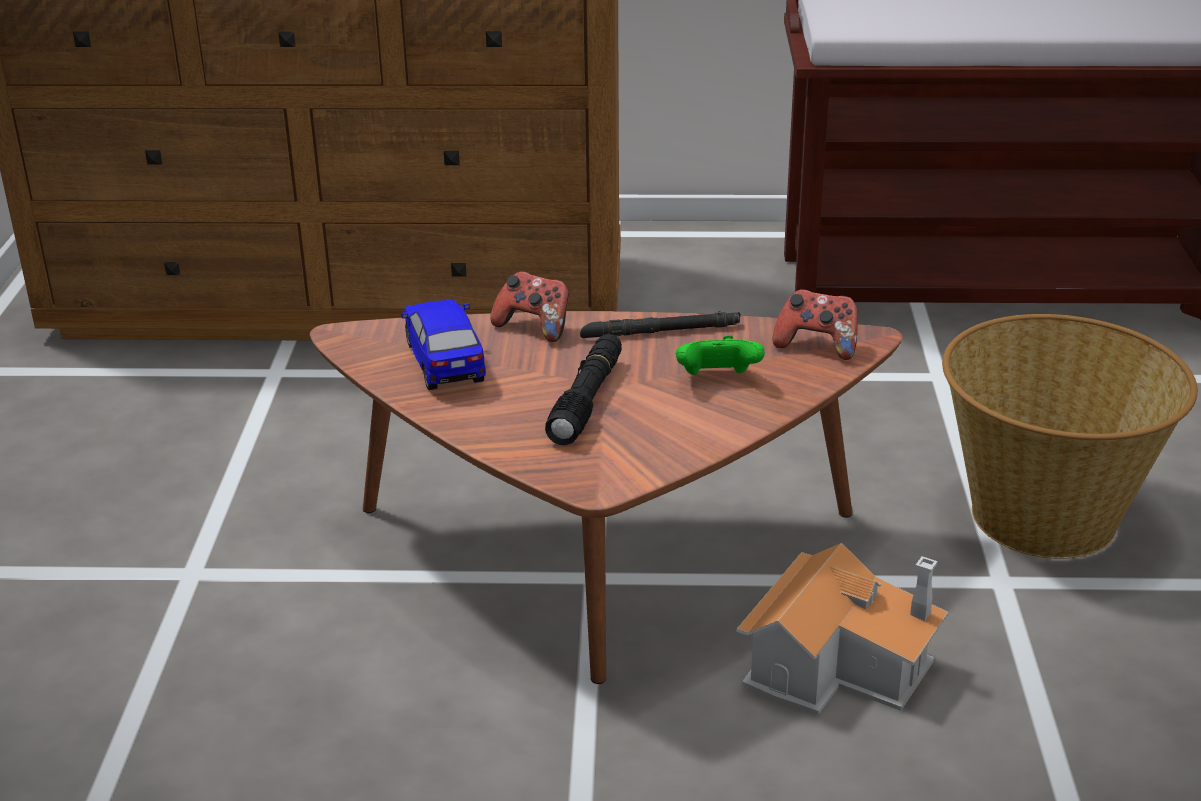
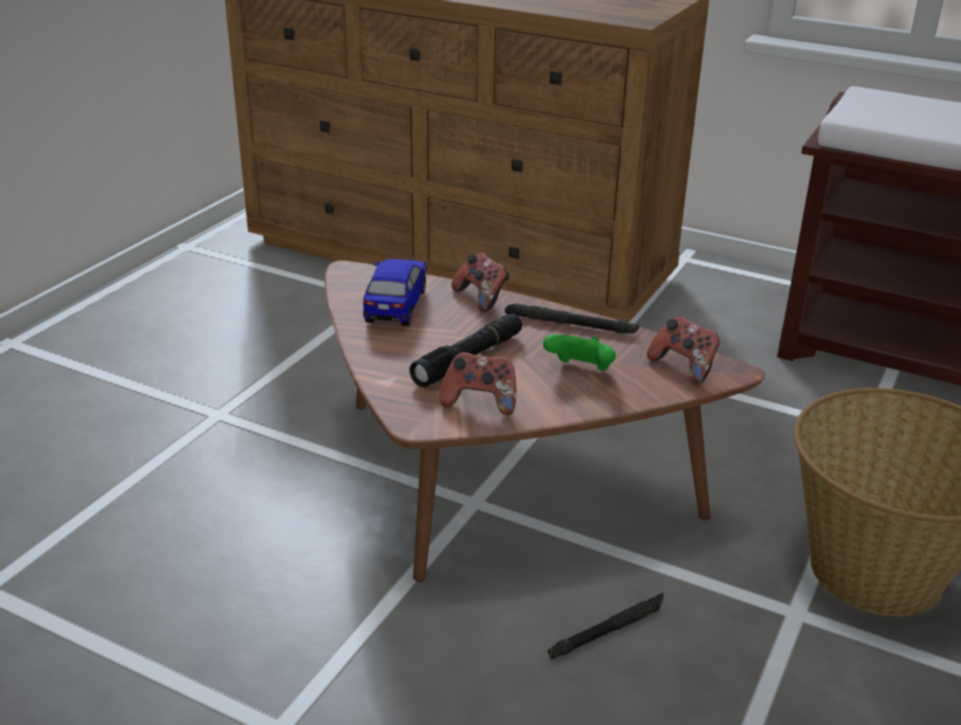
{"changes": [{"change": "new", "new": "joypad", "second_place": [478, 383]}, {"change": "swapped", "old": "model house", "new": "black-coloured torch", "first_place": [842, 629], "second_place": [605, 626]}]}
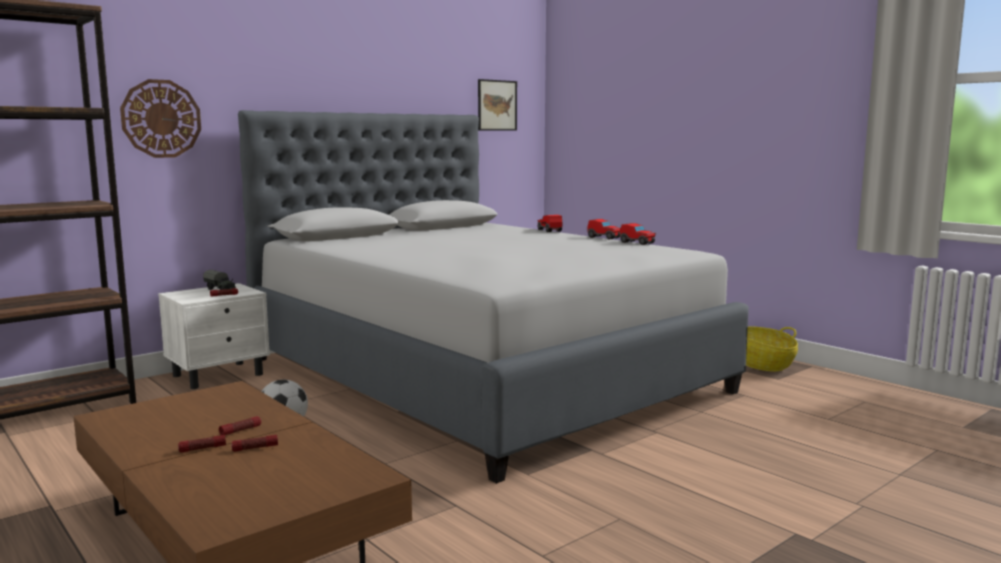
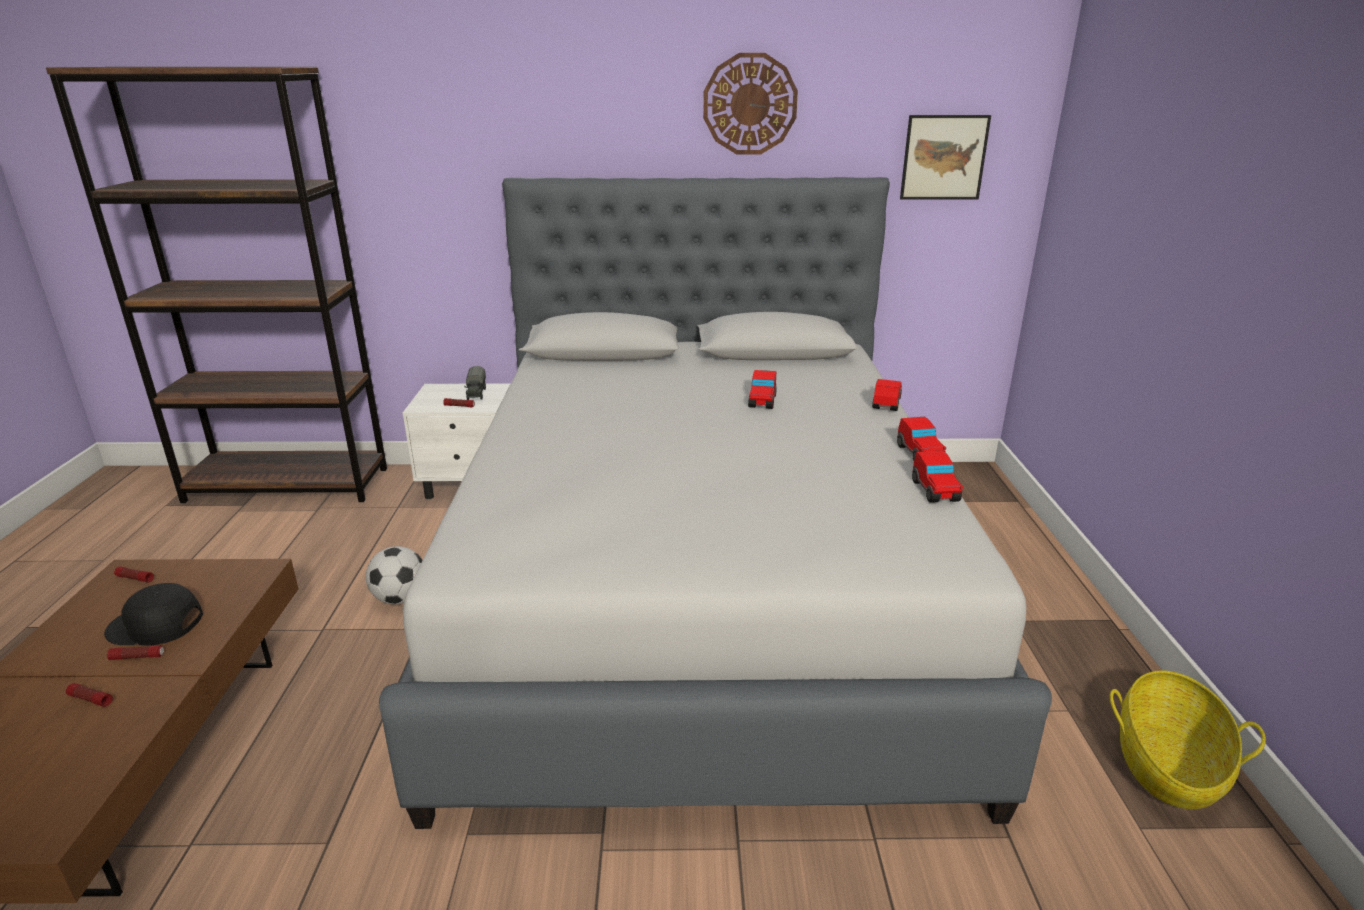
{"changes": [{"change": "new", "new": "black-coloured baseball cap", "second_place": [153, 614]}, {"change": "shifted", "old": "torch", "first_place": [202, 444], "second_place": [134, 574]}, {"change": "shifted", "old": "clock on the wall", "first_place": [160, 118], "second_place": [750, 104]}, {"change": "new", "new": "toy car", "second_place": [762, 389]}]}
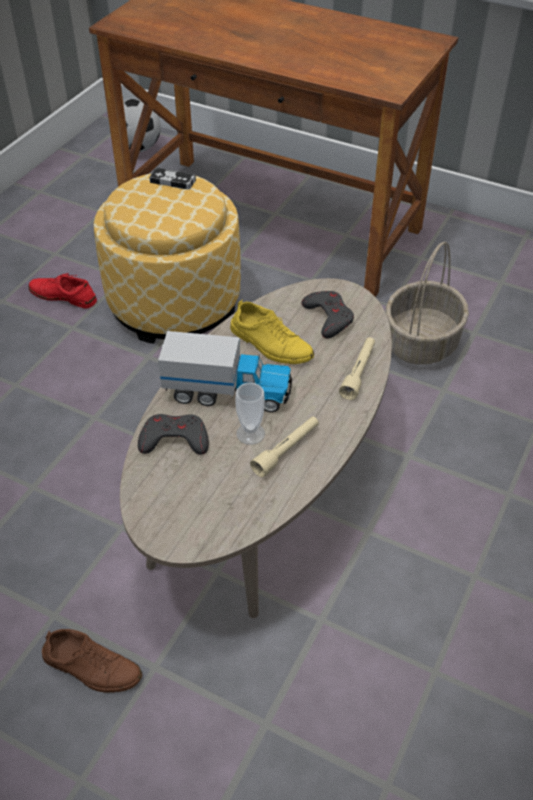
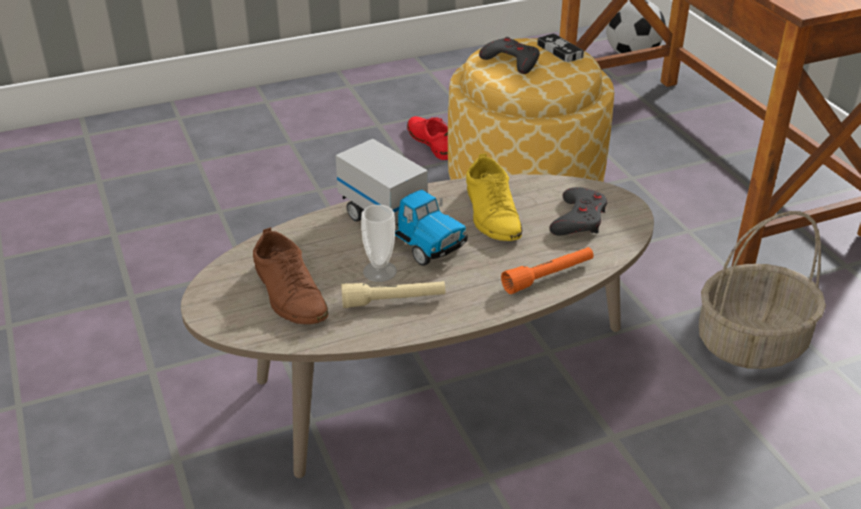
{"changes": [{"change": "shifted", "old": "brown low shoe", "first_place": [92, 661], "second_place": [290, 275]}, {"change": "shifted", "old": "grey joypad", "first_place": [173, 434], "second_place": [509, 55]}, {"change": "repainted", "old": "sand-coloured torch", "new": "orange torch", "first_place": [357, 368], "second_place": [547, 270]}]}
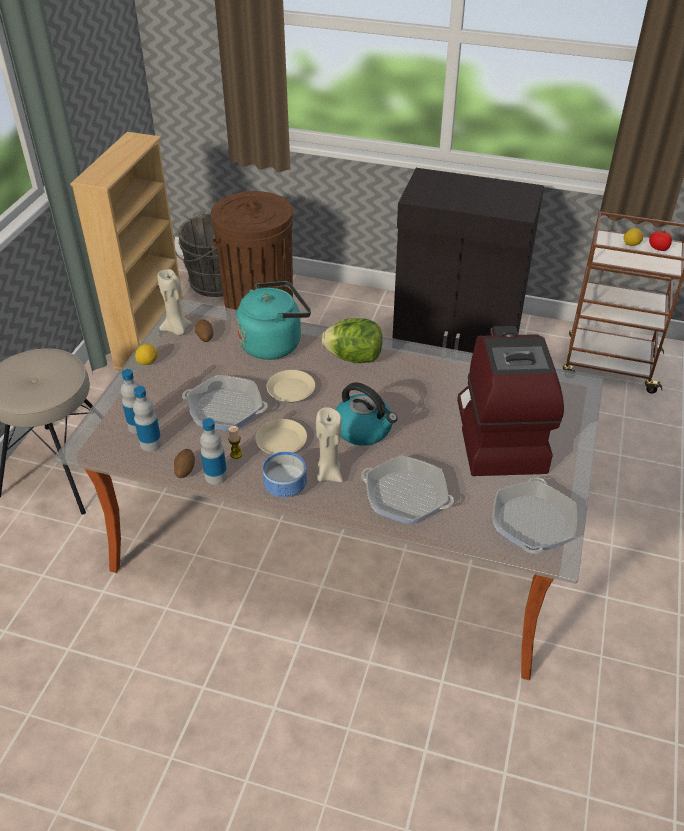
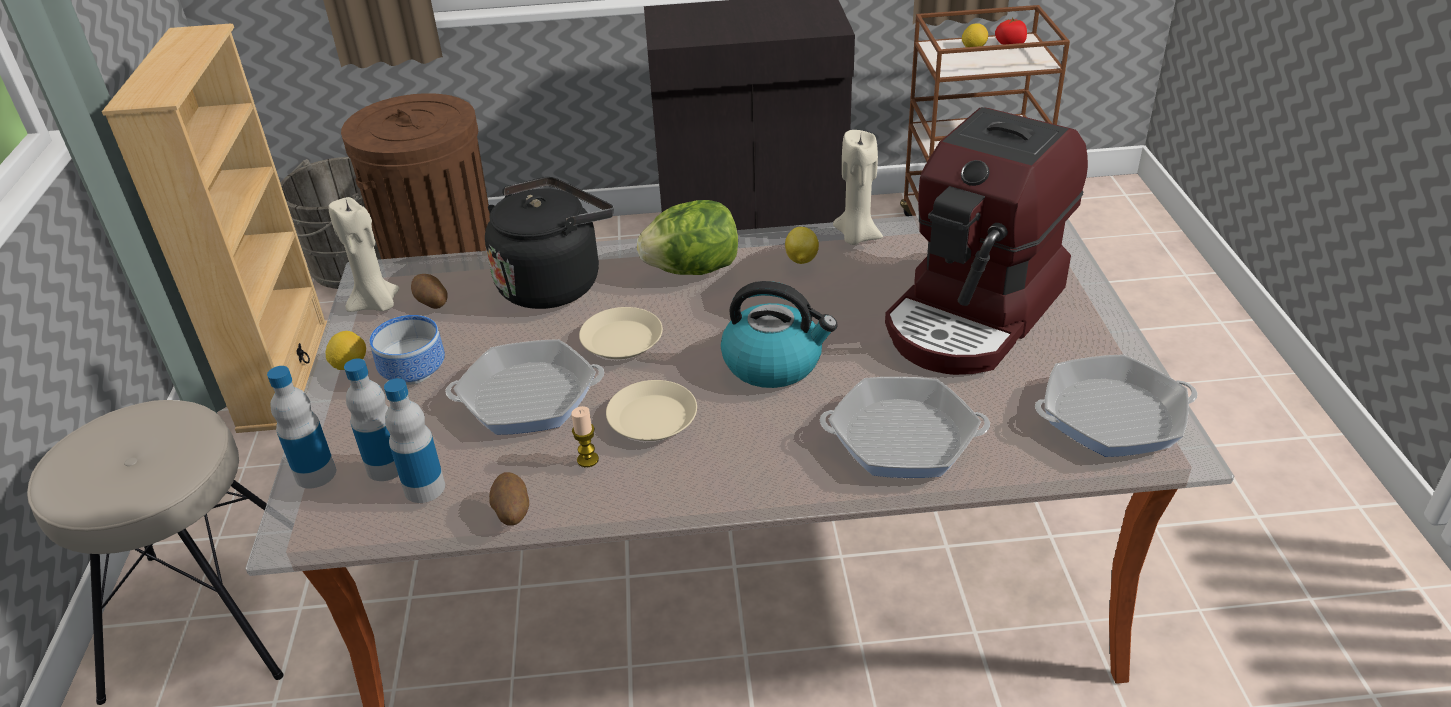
{"changes": [{"change": "shifted", "old": "bottle", "first_place": [213, 451], "second_place": [301, 427]}, {"change": "shifted", "old": "serving bowl", "first_place": [285, 474], "second_place": [407, 349]}, {"change": "repainted", "old": "turquoise-coloured water kettle", "new": "black-coloured water kettle", "first_place": [273, 320], "second_place": [549, 243]}, {"change": "new", "new": "whole lemon", "second_place": [802, 245]}, {"change": "shifted", "old": "sand-coloured wax candle", "first_place": [329, 444], "second_place": [858, 187]}, {"change": "rotated", "old": "coffee maker", "first_place": [510, 401], "second_place": [986, 241], "degrees": -120}, {"change": "rotated", "old": "frying pan", "first_place": [535, 515], "second_place": [1116, 405], "degrees": -90}]}
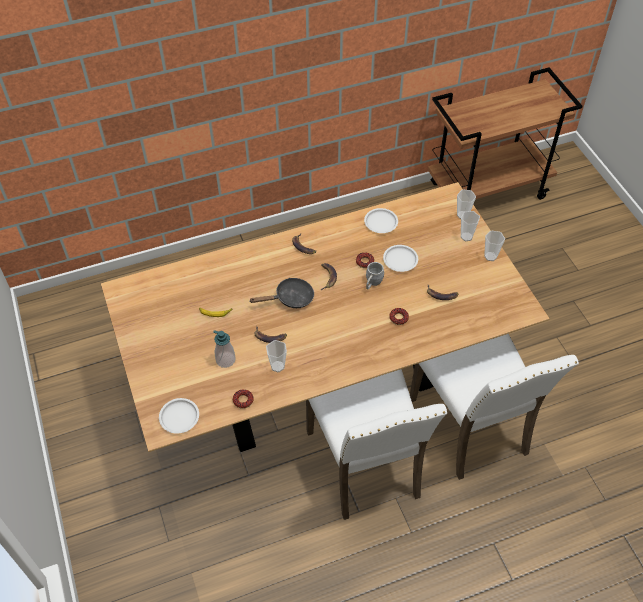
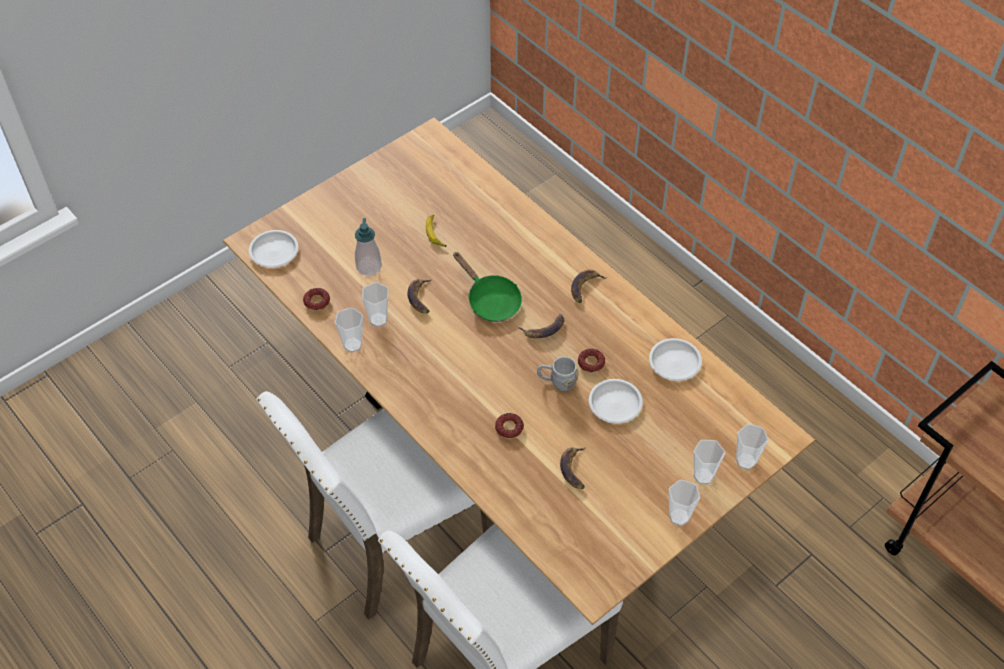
{"changes": [{"change": "new", "new": "cup", "second_place": [349, 330]}, {"change": "repainted", "old": "black-coloured frying pan", "new": "greenish frying pan", "first_place": [282, 293], "second_place": [487, 287]}]}
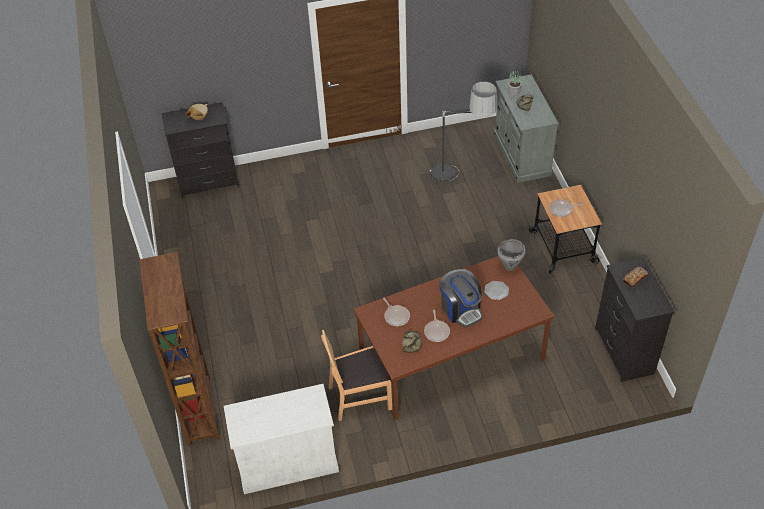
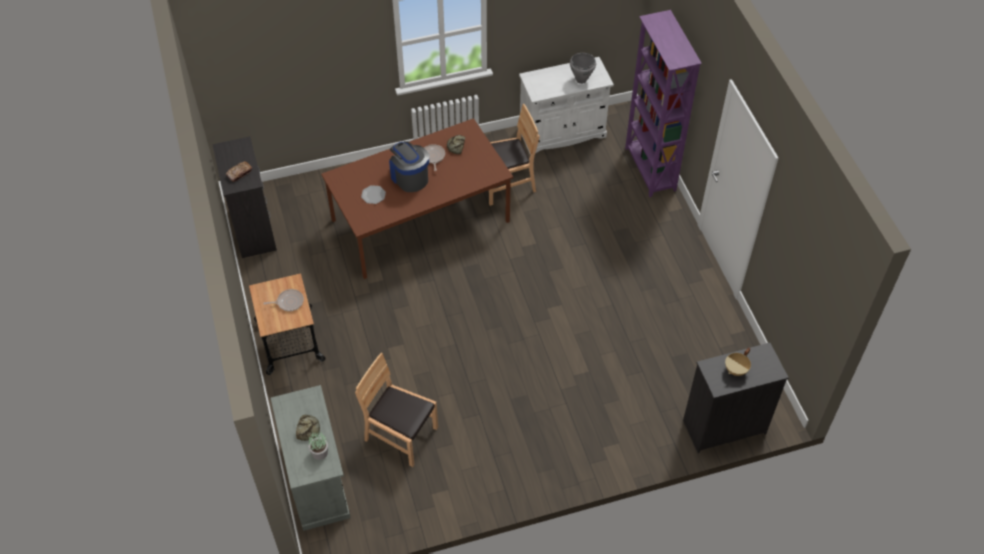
{"changes": [{"change": "swapped", "old": "standard lamp", "new": "brown chair", "first_place": [463, 132], "second_place": [396, 410]}, {"change": "shifted", "old": "grey cooking pot", "first_place": [511, 255], "second_place": [583, 68]}, {"change": "repainted", "old": "brown bookcase", "new": "purplish bookcase", "first_place": [180, 349], "second_place": [663, 103]}, {"change": "gone", "old": "frying pan", "first_place": [396, 312]}]}
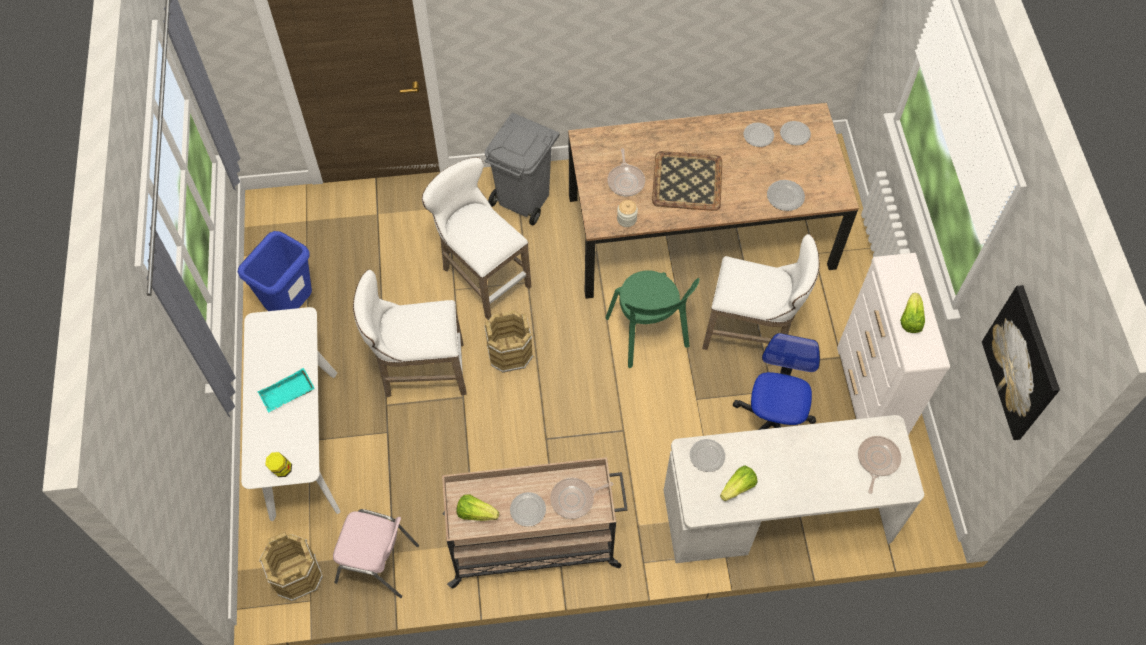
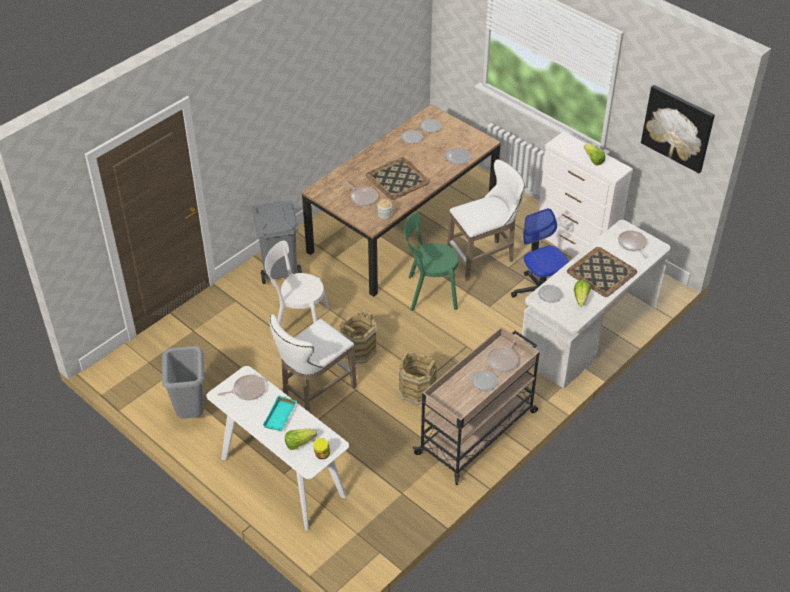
{"changes": [{"change": "repainted", "old": "bluish waste bin", "new": "grey waste bin", "first_place": [275, 271], "second_place": [183, 382]}, {"change": "new", "new": "frying pan", "second_place": [242, 387]}, {"change": "swapped", "old": "whitish stool", "new": "whitish chair", "first_place": [476, 238], "second_place": [297, 289]}, {"change": "shifted", "old": "head of lettuce", "first_place": [478, 507], "second_place": [301, 439]}, {"change": "shifted", "old": "brown water bucket", "first_place": [291, 566], "second_place": [417, 378]}, {"change": "rotated", "old": "greenish chair", "first_place": [652, 319], "second_place": [431, 262], "degrees": 150}, {"change": "new", "new": "tray", "second_place": [602, 272]}, {"change": "gone", "old": "pink chair", "first_place": [376, 553]}]}
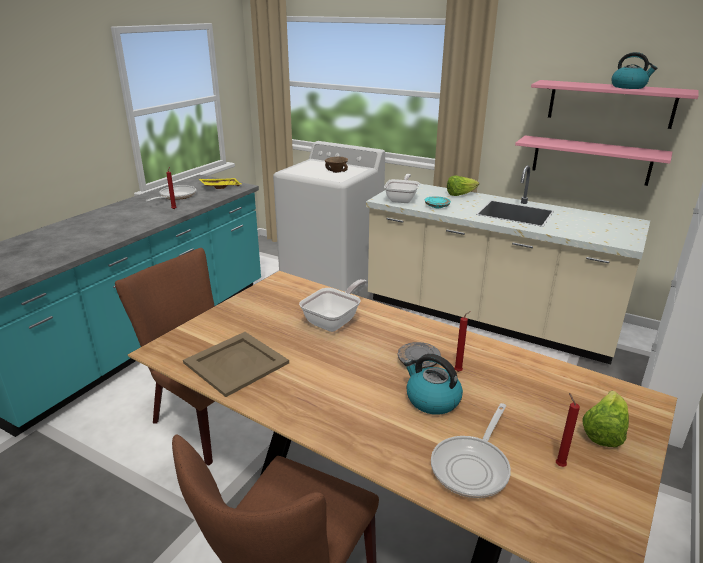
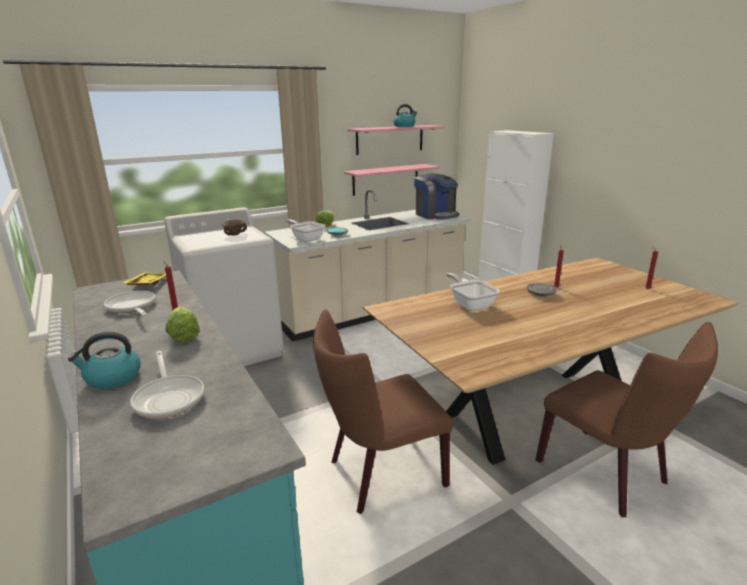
{"changes": [{"change": "shifted", "old": "water kettle", "first_place": [433, 384], "second_place": [104, 360]}, {"change": "shifted", "old": "frying pan", "first_place": [471, 450], "second_place": [167, 385]}, {"change": "shifted", "old": "head of lettuce", "first_place": [605, 419], "second_place": [183, 325]}, {"change": "new", "new": "coffee maker", "second_place": [436, 196]}, {"change": "gone", "old": "sand-coloured tray", "first_place": [236, 364]}]}
